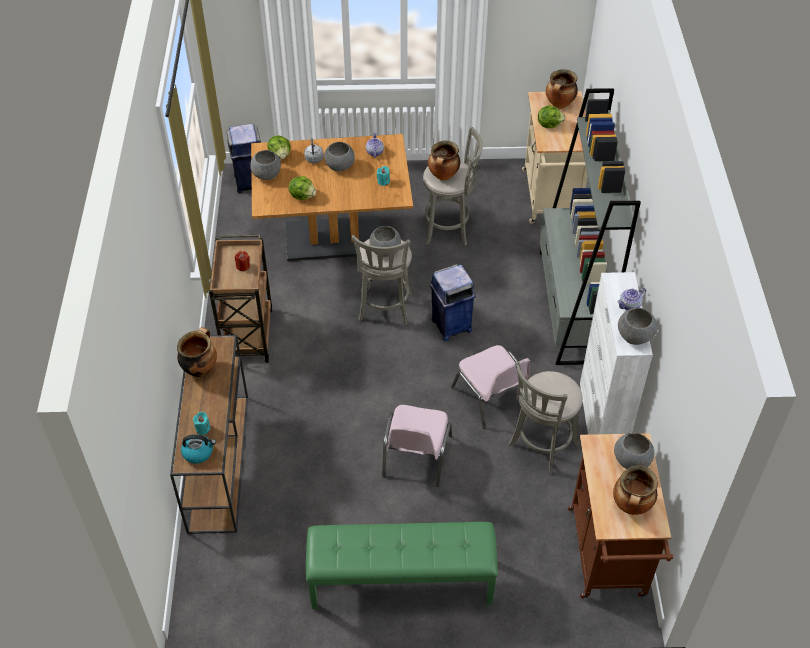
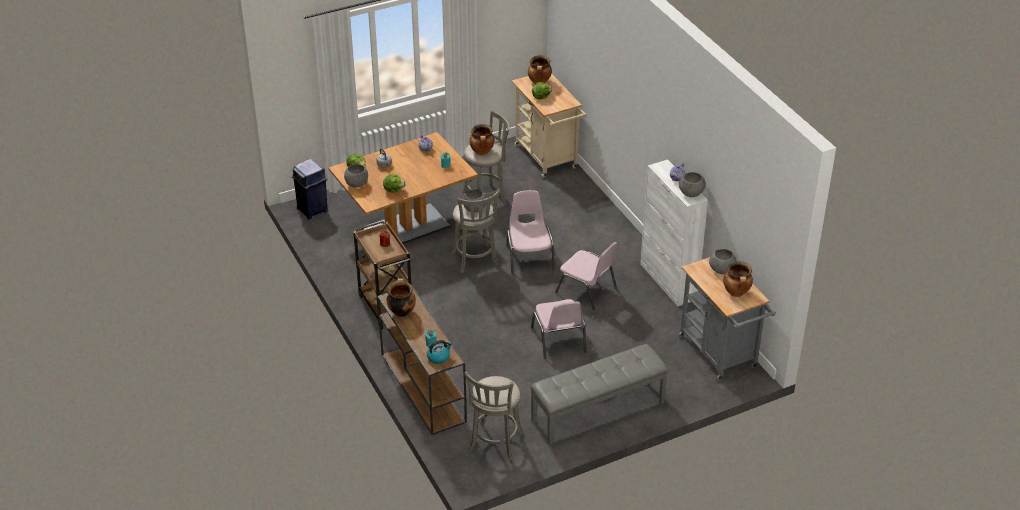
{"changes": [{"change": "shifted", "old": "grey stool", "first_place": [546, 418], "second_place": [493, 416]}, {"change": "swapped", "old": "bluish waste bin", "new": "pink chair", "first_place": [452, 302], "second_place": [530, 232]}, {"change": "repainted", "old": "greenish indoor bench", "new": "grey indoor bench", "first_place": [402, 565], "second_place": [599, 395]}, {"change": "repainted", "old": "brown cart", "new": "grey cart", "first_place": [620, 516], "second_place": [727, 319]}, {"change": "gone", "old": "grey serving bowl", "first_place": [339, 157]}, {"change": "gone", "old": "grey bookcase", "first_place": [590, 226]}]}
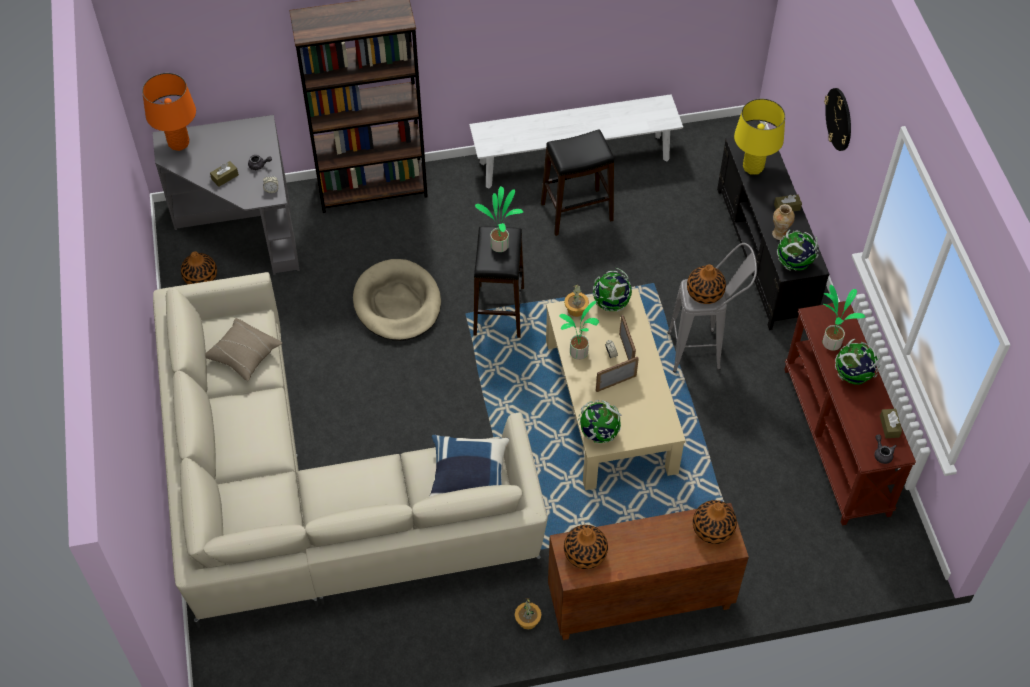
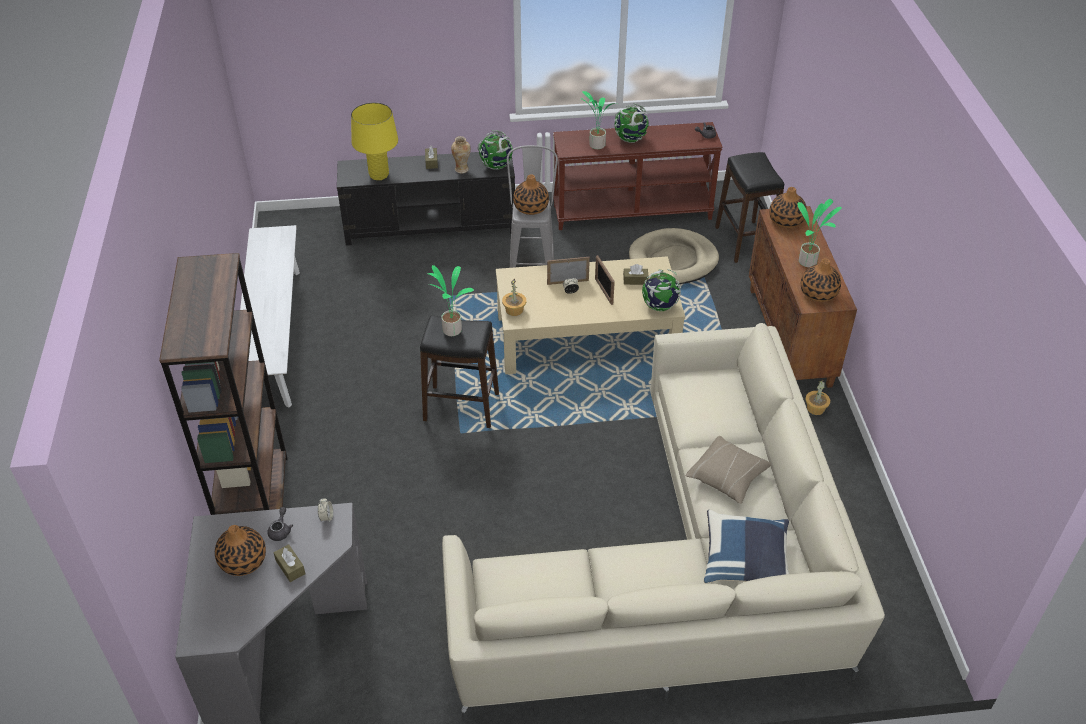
{"changes": [{"change": "shifted", "old": "flower vase", "first_place": [199, 267], "second_place": [240, 550]}, {"change": "shifted", "old": "brown tissue holder", "first_place": [891, 423], "second_place": [636, 274]}, {"change": "shifted", "old": "sand-coloured dog bed", "first_place": [397, 300], "second_place": [674, 256]}, {"change": "shifted", "old": "sand-coloured throw pillow", "first_place": [243, 349], "second_place": [728, 470]}, {"change": "shifted", "old": "bluish throw pillow", "first_place": [469, 466], "second_place": [746, 547]}, {"change": "shifted", "old": "black-coloured stool", "first_place": [577, 183], "second_place": [749, 207]}, {"change": "shifted", "old": "plant in a pot", "first_place": [579, 330], "second_place": [819, 233]}, {"change": "gone", "old": "orange lamp for a table", "first_place": [169, 112]}, {"change": "gone", "old": "desk globe", "first_place": [612, 290]}, {"change": "gone", "old": "clock on the wall", "first_place": [837, 119]}]}
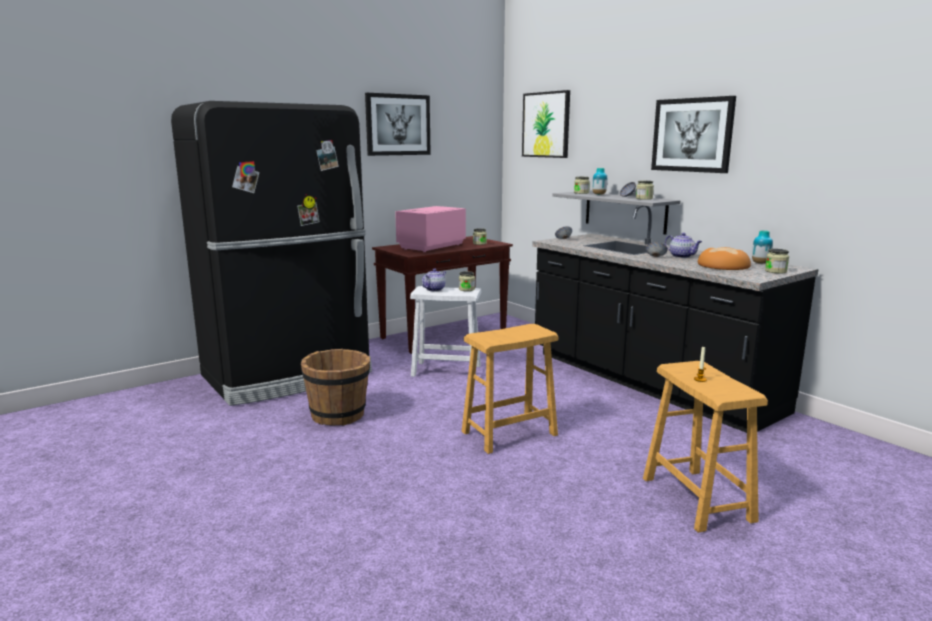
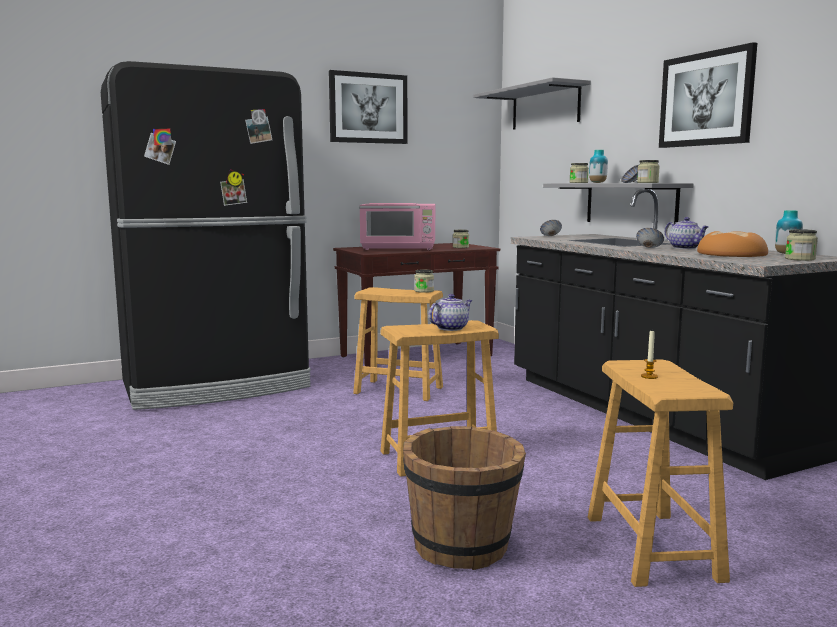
{"changes": [{"change": "repainted", "old": "whitish stool", "new": "brown stool", "first_place": [445, 331], "second_place": [398, 344]}, {"change": "rotated", "old": "pink kitchen microwave", "first_place": [430, 229], "second_place": [397, 226], "degrees": -135}, {"change": "shifted", "old": "brown water bucket", "first_place": [335, 387], "second_place": [464, 498]}, {"change": "shifted", "old": "teapot", "first_place": [434, 280], "second_place": [450, 312]}, {"change": "swapped", "old": "wall art", "new": "grey bracket shelf", "first_place": [546, 124], "second_place": [532, 103]}]}
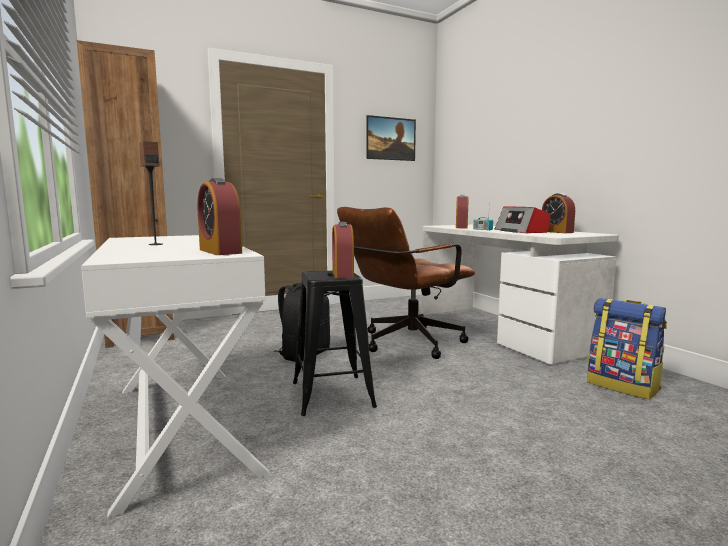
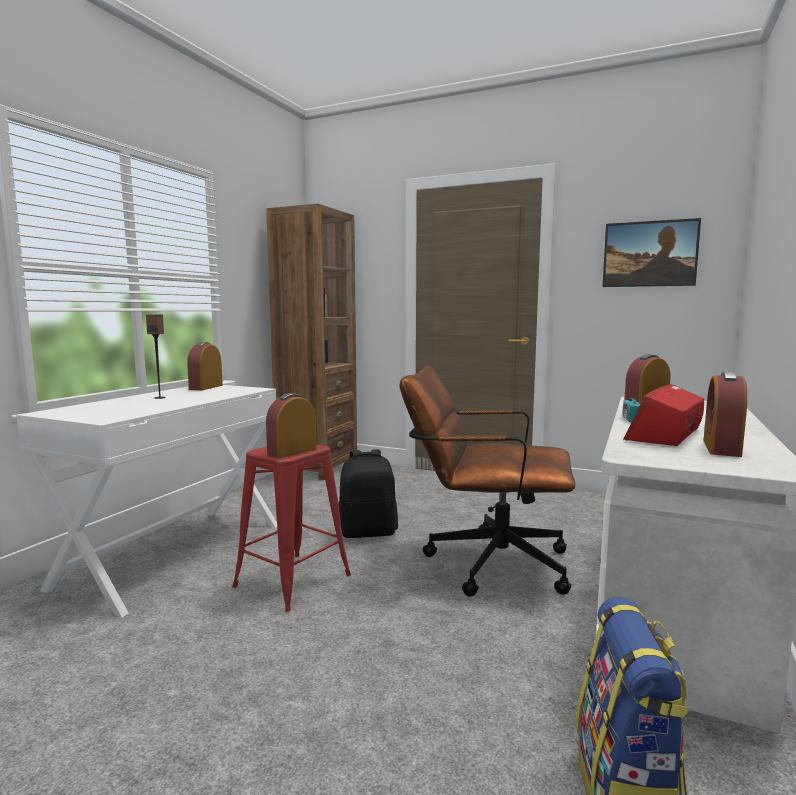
{"changes": [{"change": "shifted", "old": "alarm clock", "first_place": [219, 216], "second_place": [205, 366]}, {"change": "repainted", "old": "black-coloured stool", "new": "reddish stool", "first_place": [335, 343], "second_place": [291, 528]}]}
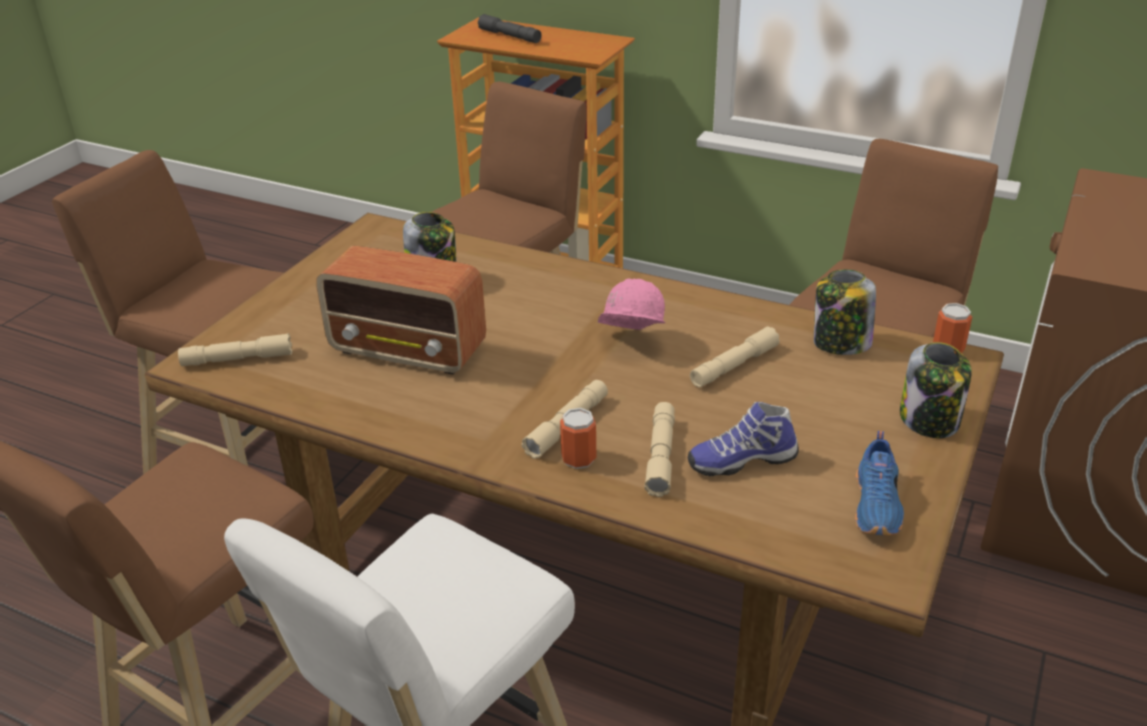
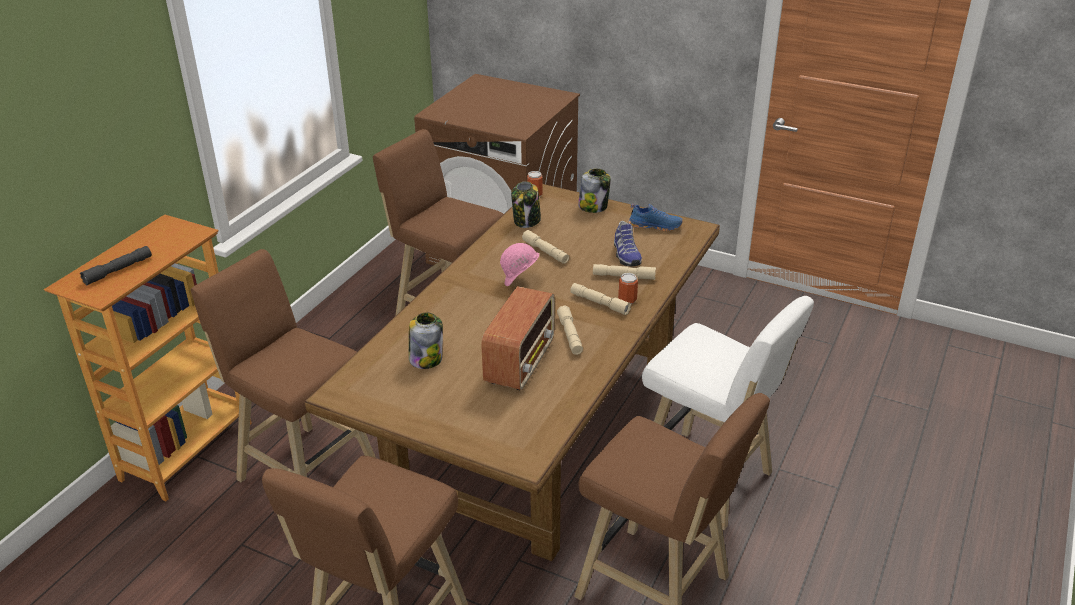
{"changes": [{"change": "shifted", "old": "sand-coloured torch", "first_place": [235, 349], "second_place": [570, 330]}]}
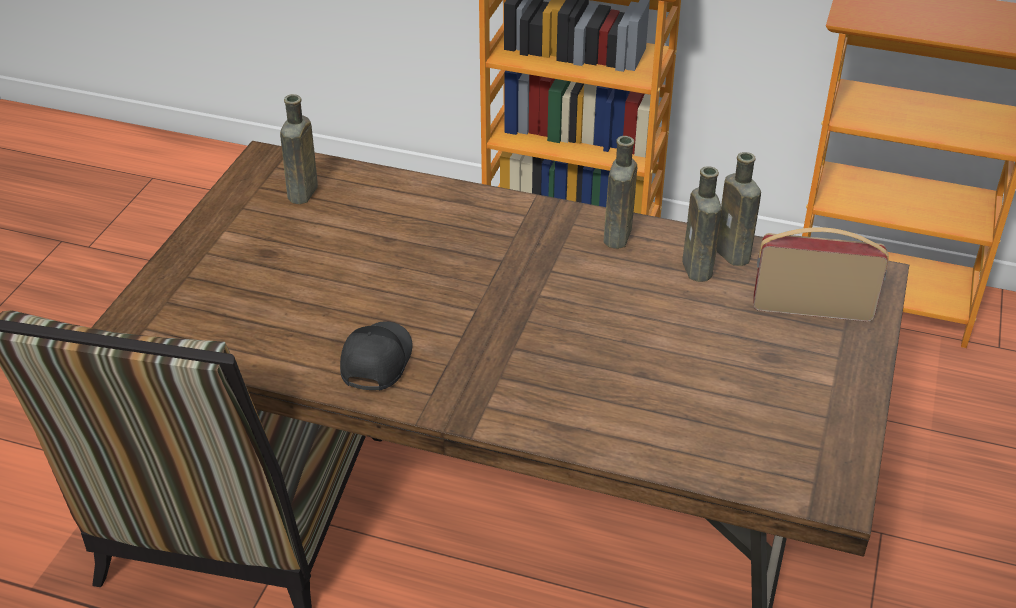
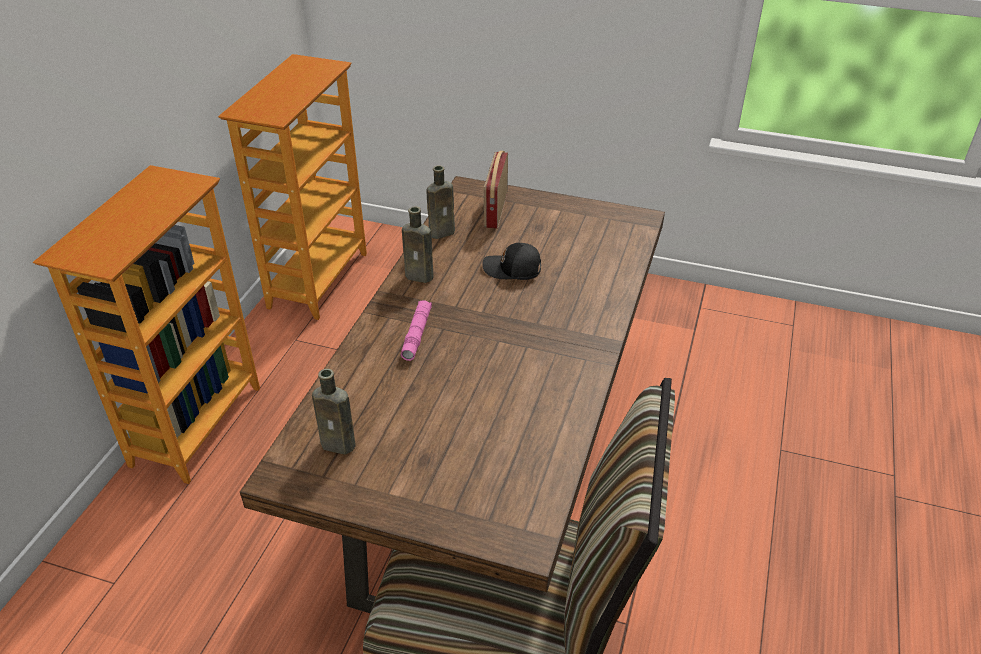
{"changes": [{"change": "new", "new": "pink torch", "second_place": [416, 330]}, {"change": "shifted", "old": "black-coloured baseball cap", "first_place": [376, 355], "second_place": [511, 261]}, {"change": "gone", "old": "brown bottle", "first_place": [702, 224]}]}
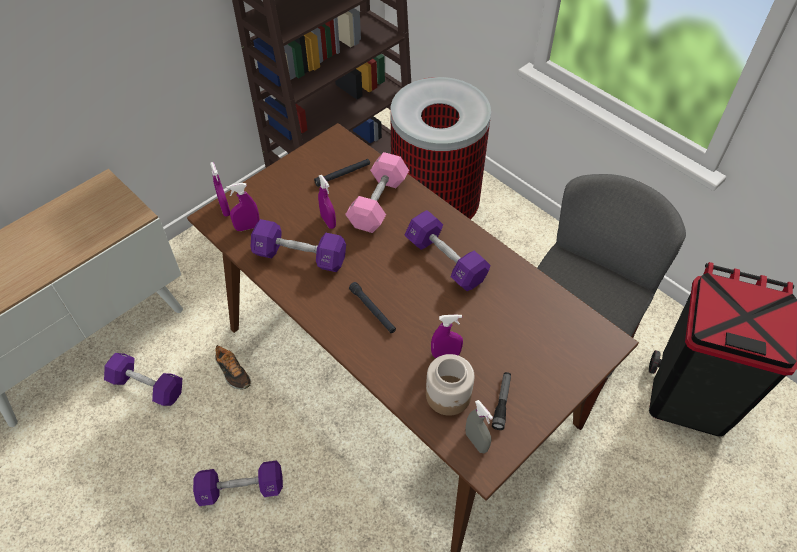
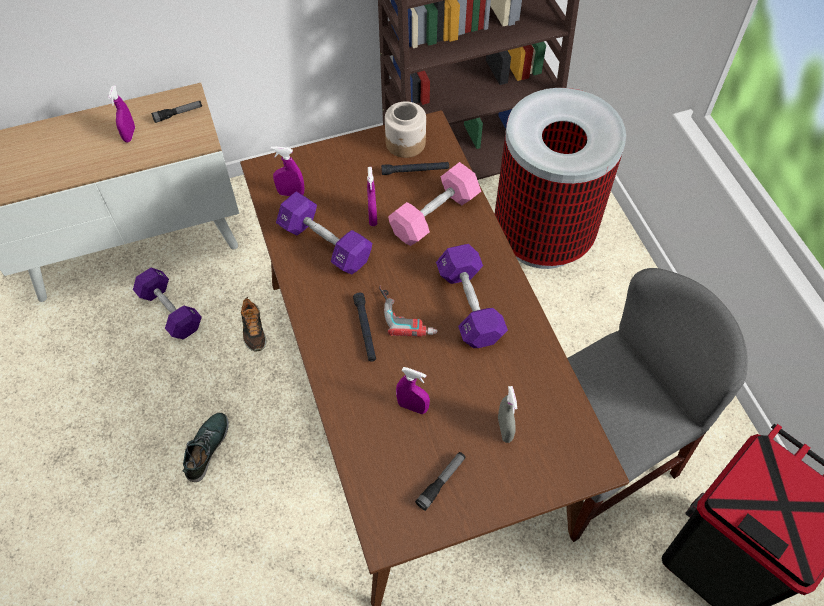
{"changes": [{"change": "shifted", "old": "purplish spray bottle", "first_place": [220, 189], "second_place": [121, 113]}, {"change": "new", "new": "torch", "second_place": [176, 112]}, {"change": "swapped", "old": "purplish dumbbell", "new": "low shoe", "first_place": [238, 483], "second_place": [205, 447]}, {"change": "new", "new": "drill", "second_place": [408, 311]}, {"change": "shifted", "old": "storage jar", "first_place": [450, 385], "second_place": [405, 129]}, {"change": "shifted", "old": "grey spray bottle", "first_place": [479, 426], "second_place": [507, 414]}]}
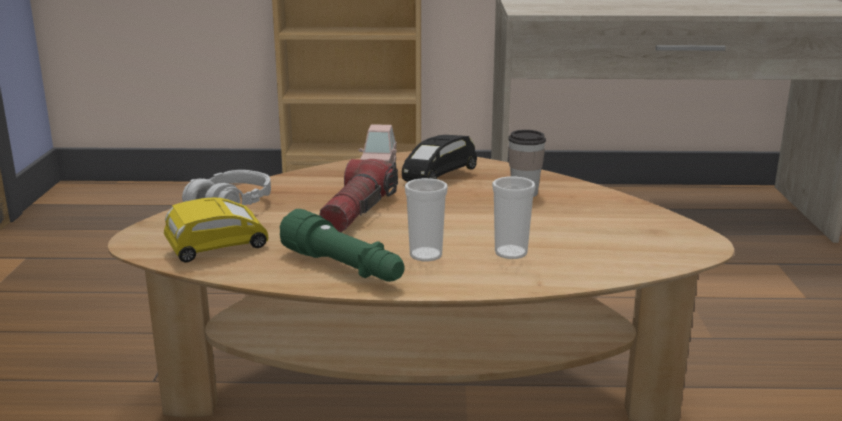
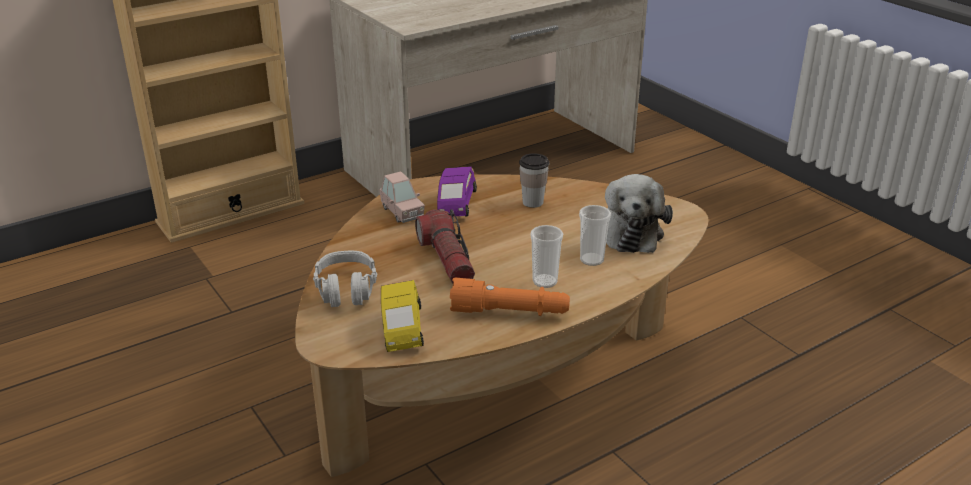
{"changes": [{"change": "rotated", "old": "yellow-coloured toy car", "first_place": [216, 230], "second_place": [402, 316], "degrees": 150}, {"change": "repainted", "old": "black-coloured toy car", "new": "purplish toy car", "first_place": [439, 158], "second_place": [457, 191]}, {"change": "repainted", "old": "greenish torch", "new": "orange torch", "first_place": [342, 245], "second_place": [510, 297]}, {"change": "new", "new": "soft toy", "second_place": [639, 213]}]}
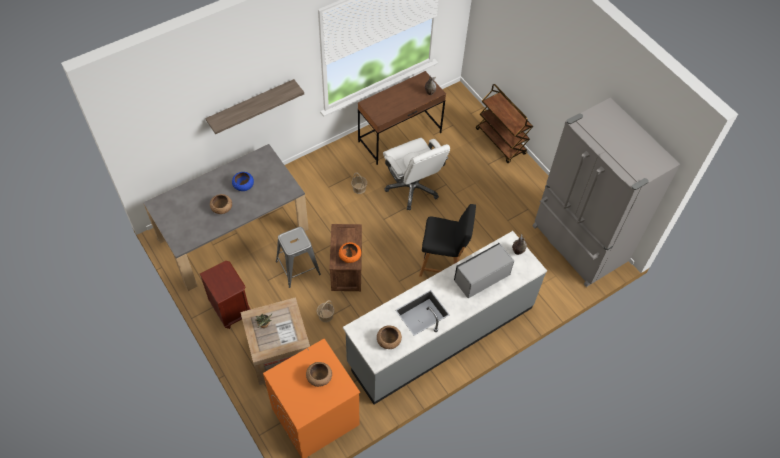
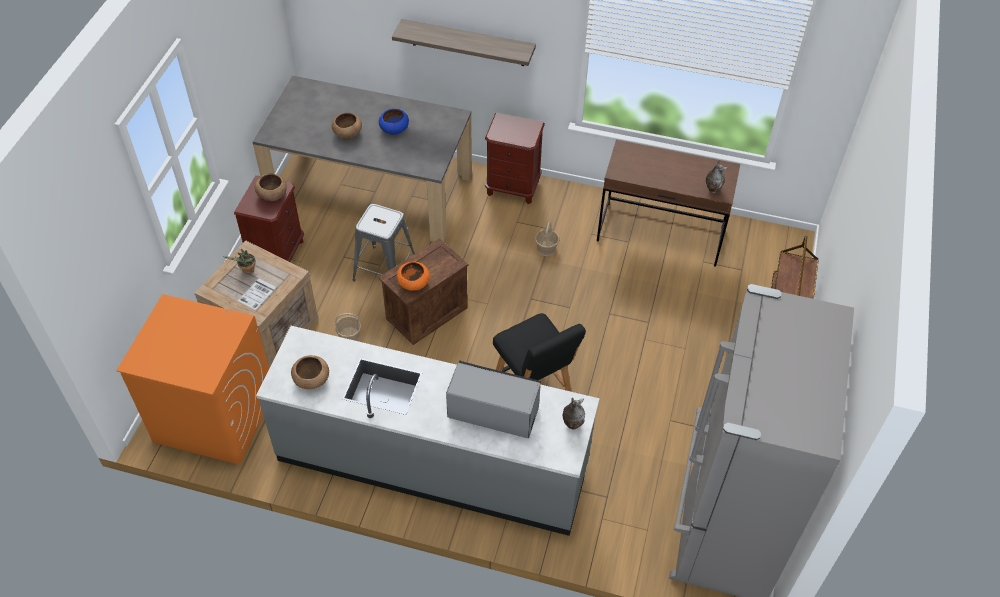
{"changes": [{"change": "shifted", "old": "brown serving bowl", "first_place": [319, 374], "second_place": [271, 187]}, {"change": "new", "new": "brown bedside table", "second_place": [515, 158]}, {"change": "gone", "old": "whitish office chair", "first_place": [416, 174]}]}
